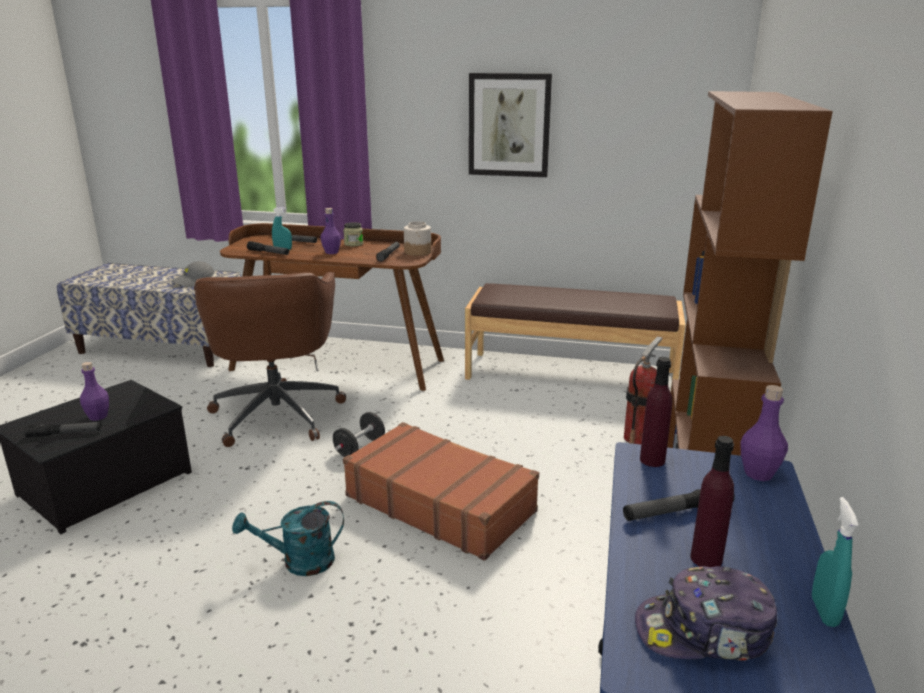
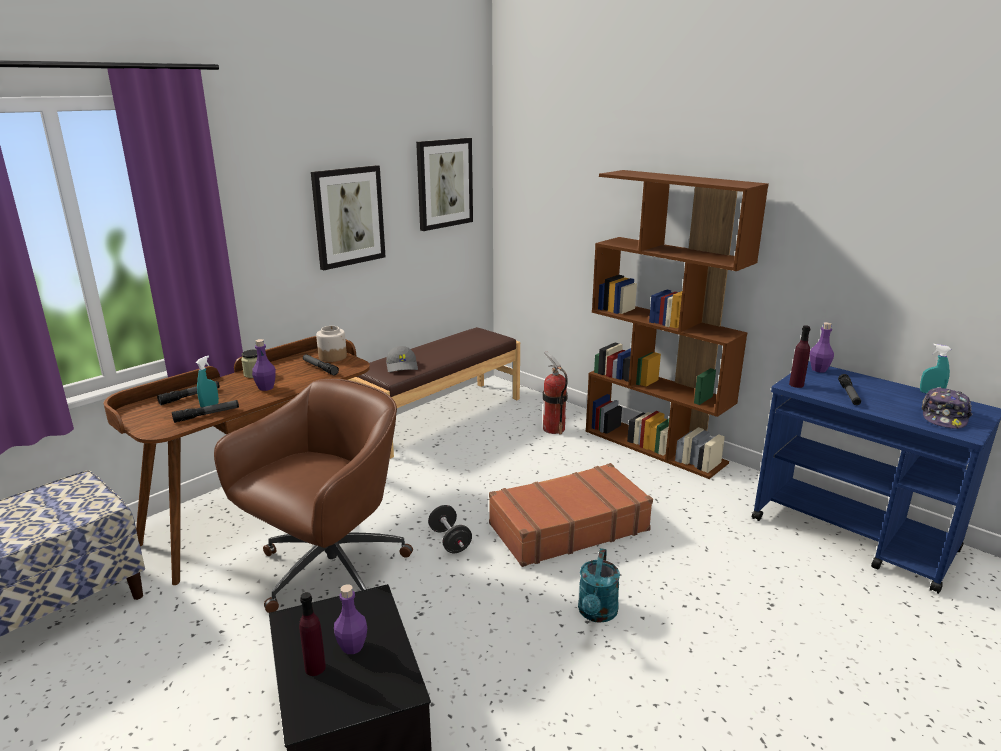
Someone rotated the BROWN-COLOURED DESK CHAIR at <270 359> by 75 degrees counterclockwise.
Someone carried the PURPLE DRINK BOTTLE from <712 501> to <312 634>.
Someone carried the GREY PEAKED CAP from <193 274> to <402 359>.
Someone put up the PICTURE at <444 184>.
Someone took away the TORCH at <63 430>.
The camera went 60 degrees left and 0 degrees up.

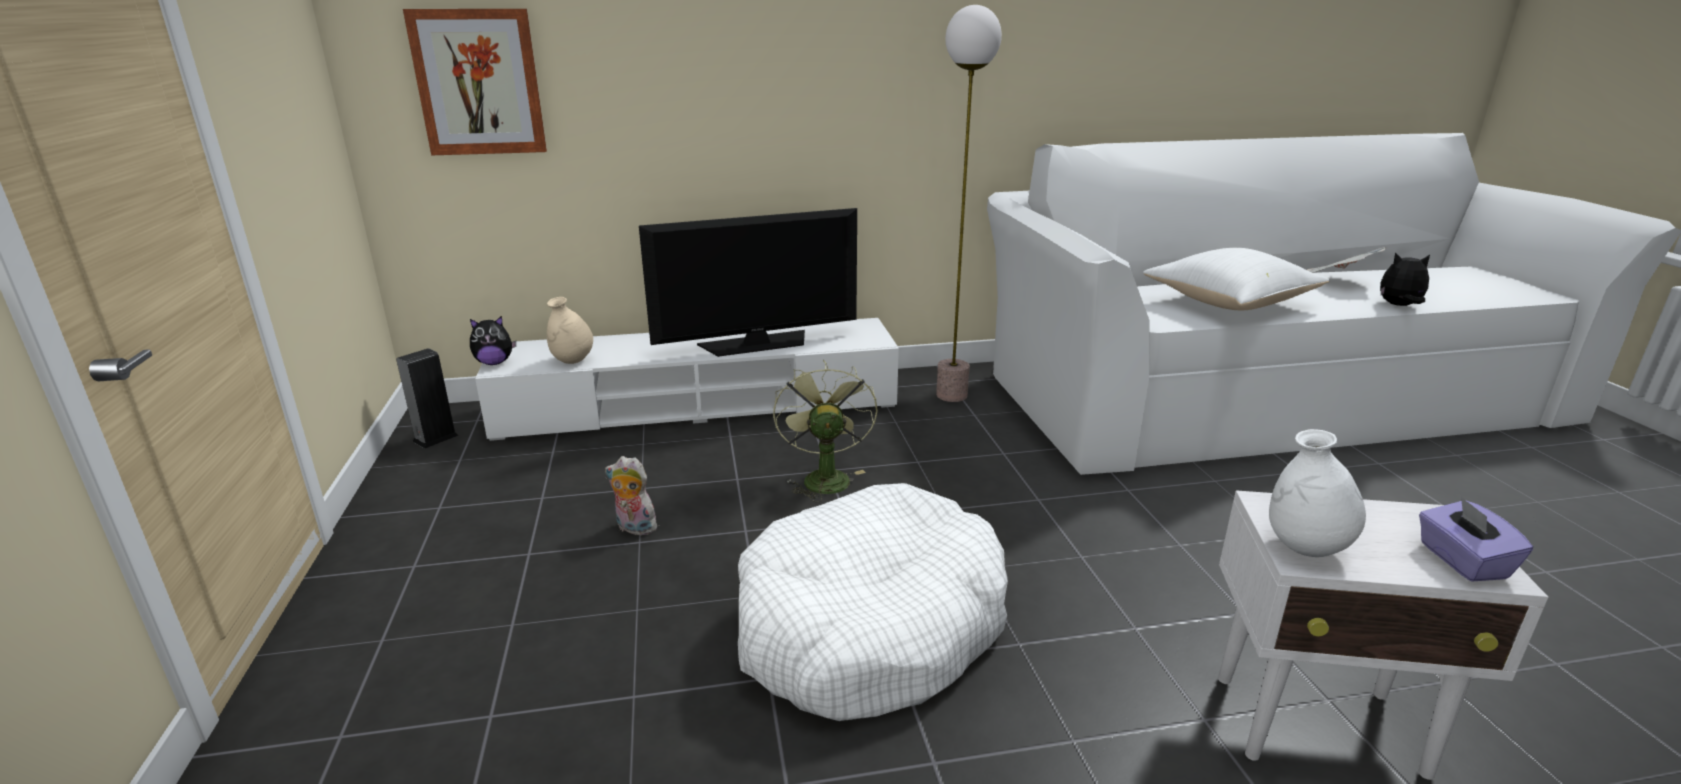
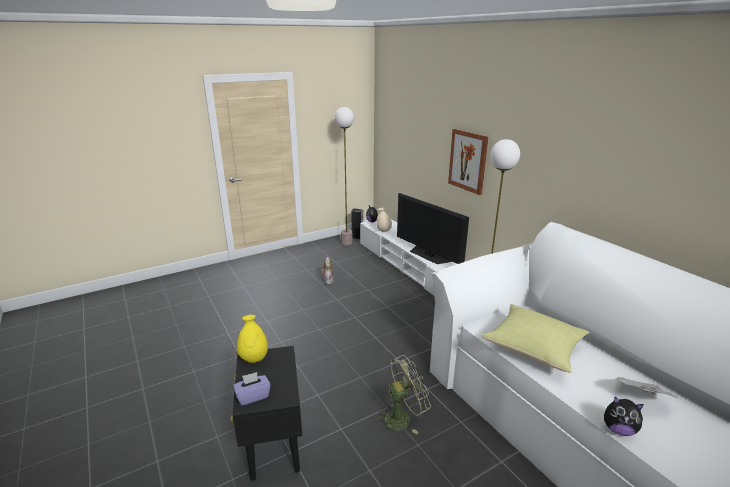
Someone repainted the WHITE-COLOURED ACCENT TABLE at <1383 635>, which became the BLACKISH ACCENT TABLE at <266 413>.
Someone repainted the WHITE-COLOURED VASE at <1317 493>, which became the YELLOWISH VASE at <252 339>.
Someone put down the FLOOR LAMP at <344 176>.
Someone carried the GREEN-COLOURED COOLING FAN from <825 431> to <403 394>.
Someone carried the PICTURE from <475 82> to <468 162>.
Someone repainted the WHITE-COLOURED THROW PILLOW at <1236 279>, which became the YELLOWISH THROW PILLOW at <536 338>.
Someone rotated the SOFT TOY at <1405 279> by 120 degrees clockwise.
Someone took away the WHITE-COLOURED PET BED at <873 602>.
The camera went 70 degrees right and 0 degrees up.

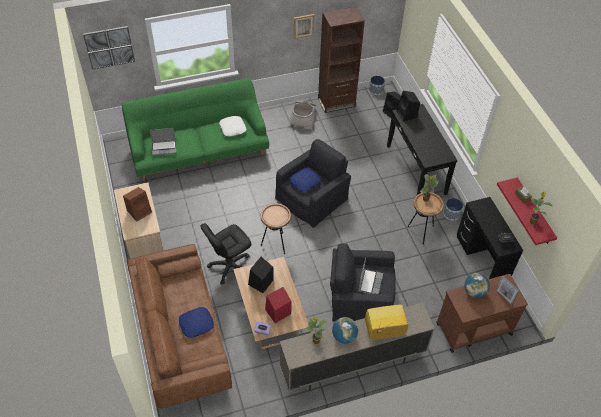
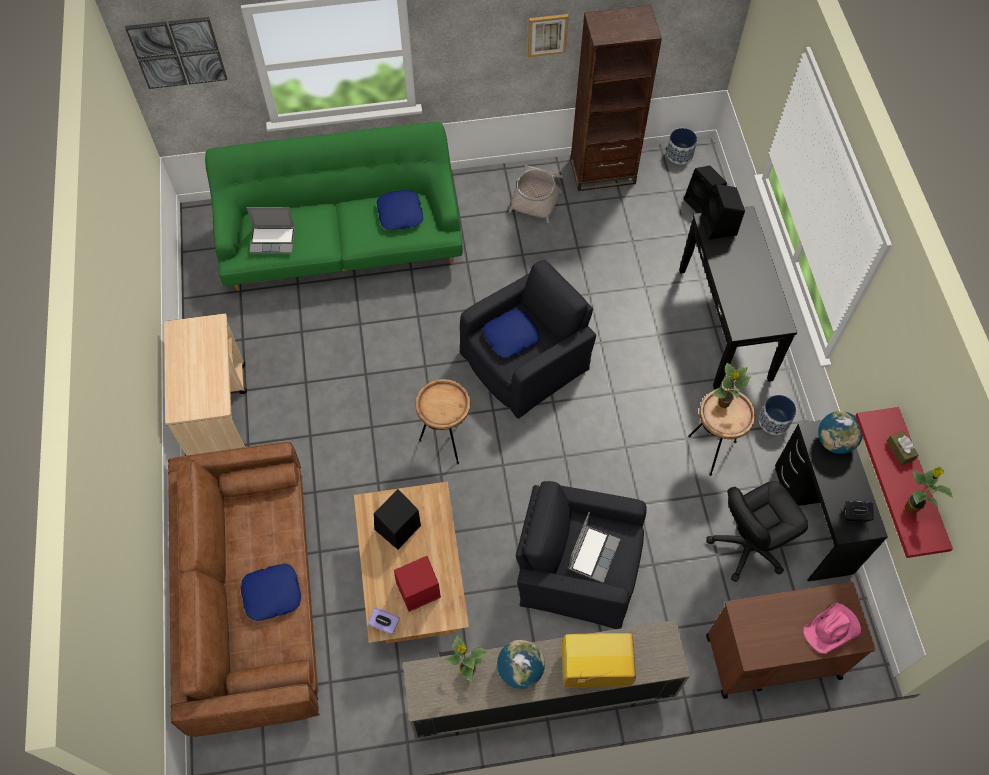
Someone repainted the WHITE-COLOURED THROW PILLOW at <233 126>, which became the BLUE THROW PILLOW at <399 210>.
Someone carried the BLACKISH DESK CHAIR from <225 254> to <757 531>.
Someone swapped the STANDING FRAME at <507 290> for the PINKISH WEARABLE HAT at <832 628>.
Someone carried the WORLD GLOBE from <477 285> to <840 432>.
Someone took away the BROWN-COLOURED SPEAKER at <137 204>.
The camera went 10 degrees right and 10 degrees up.

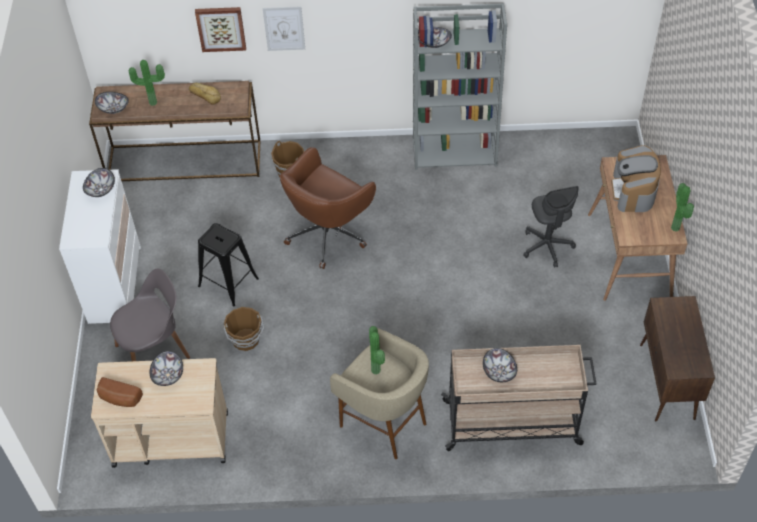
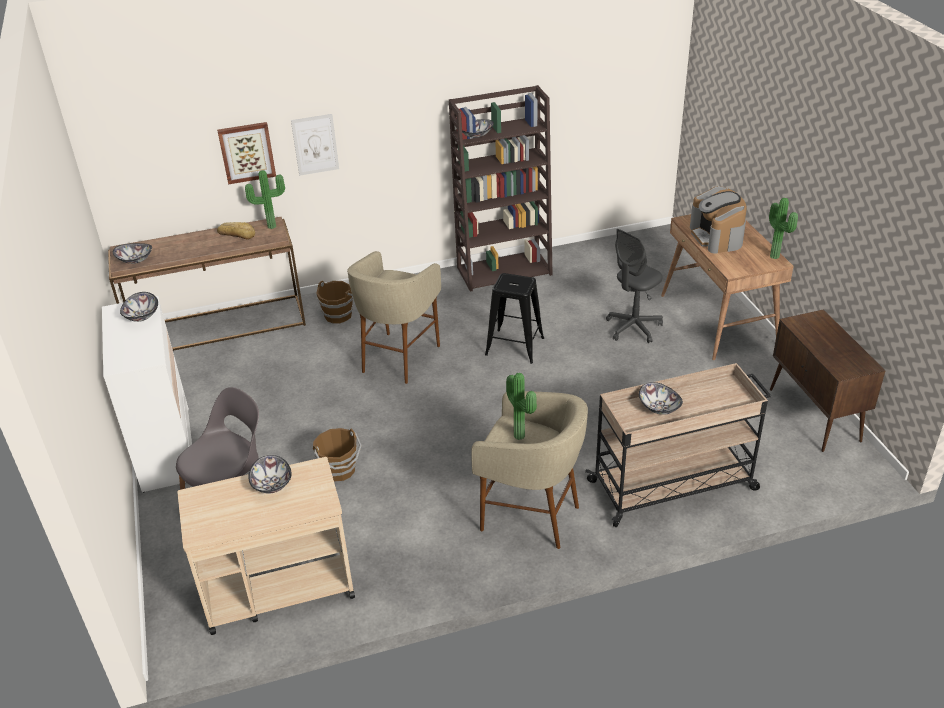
Someone carried the POTTED PLANT from <147 83> to <265 199>.
Someone swapped the BROWN-COLOURED DESK CHAIR at <328 208> for the BEIGE SITTING STOOL at <394 317>.
Someone repainted the GREY BOOKSHELF at <460 86>, which became the BROWN-COLOURED BOOKSHELF at <501 188>.
Someone carried the BLACKISH SITTING STOOL from <228 264> to <514 318>.
Someone rotated the GREY DESK CHAIR at <550 227> by 75 degrees clockwise.
Someone took away the BAKERY BREAD at <119 392>.
The camera went 15 degrees left and 15 degrees down.

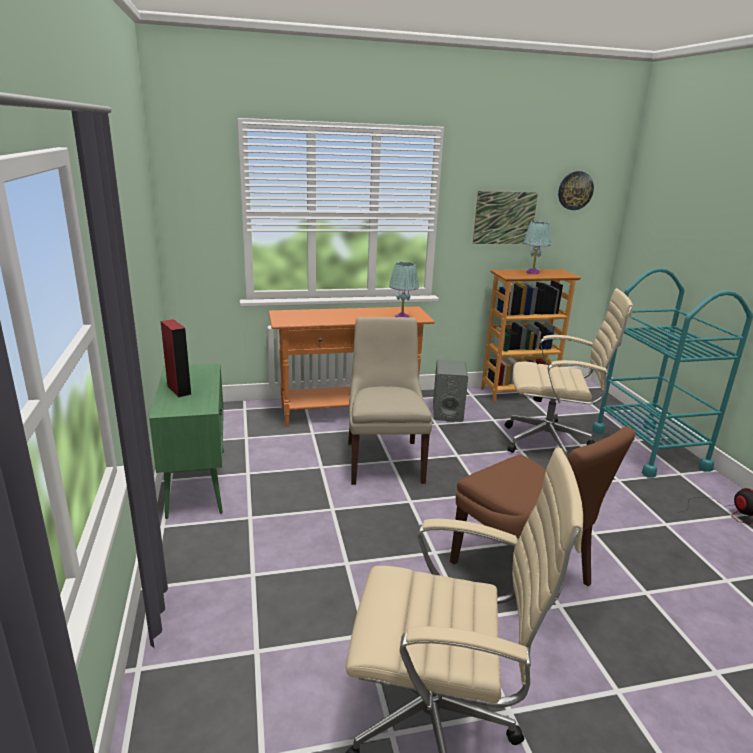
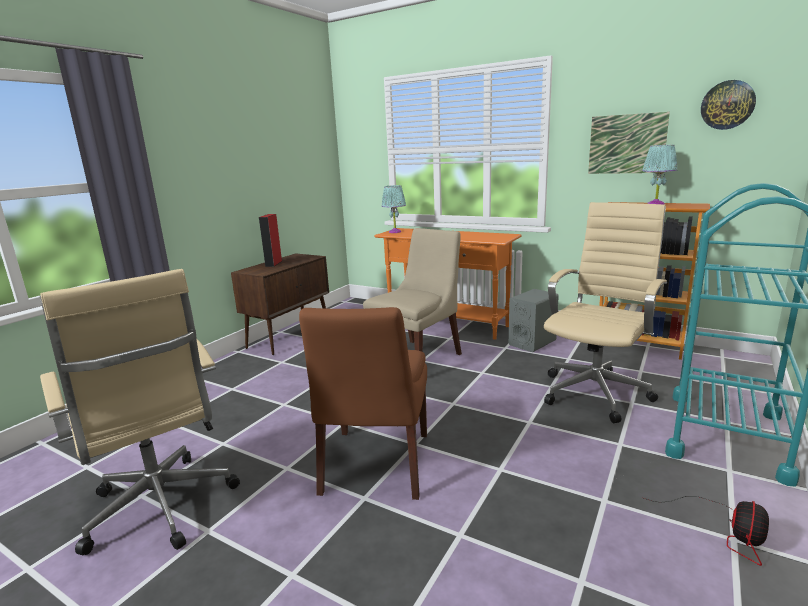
Someone repainted the GREEN-COLOURED CUPBOARD at <186 441>, which became the BROWN-COLOURED CUPBOARD at <280 304>.
Someone carried the TURQUOISE-COLOURED TABLETOP LAMP from <404 289> to <394 209>.
Someone rotated the BEIGE DESK CHAIR at <569 372> by 105 degrees counterclockwise.
The camera went 45 degrees right and 5 degrees down.

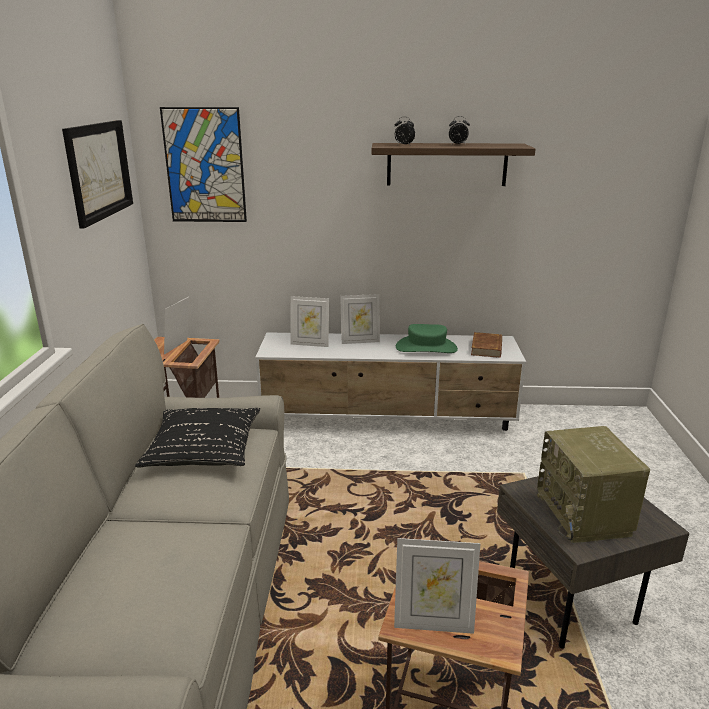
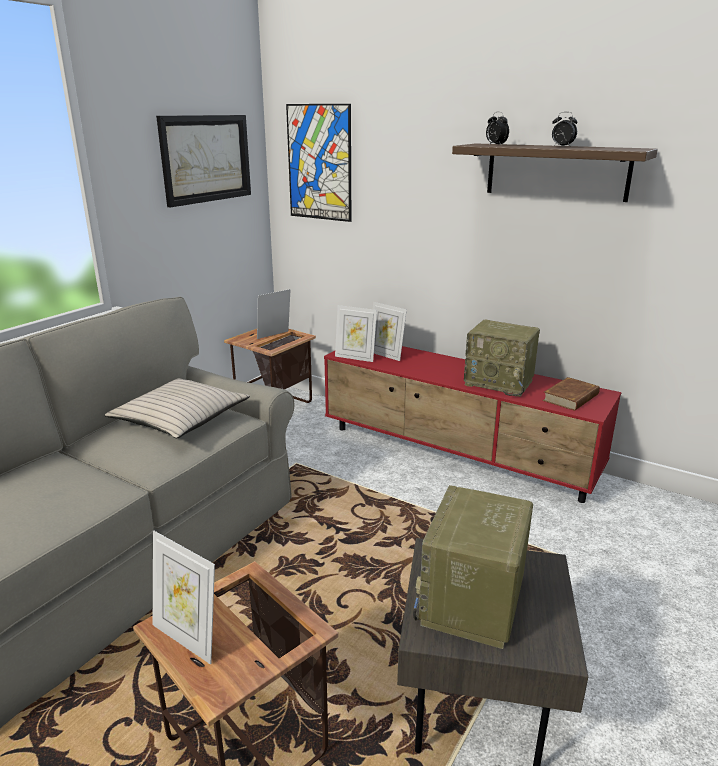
Someone repainted the BLACKISH THROW PILLOW at <197 437>, which became the BEIGE THROW PILLOW at <177 408>.
Someone repainted the WHITE-COLOURED TV UNIT at <390 381>, which became the REDDISH TV UNIT at <473 424>.
Someone carried the STANDING FRAME from <360 319> to <356 333>.
Someone swapped the GREEN-COLOURED WEARABLE HAT at <427 338> for the RADIO at <502 358>.
The camera went 30 degrees right and 0 degrees up.

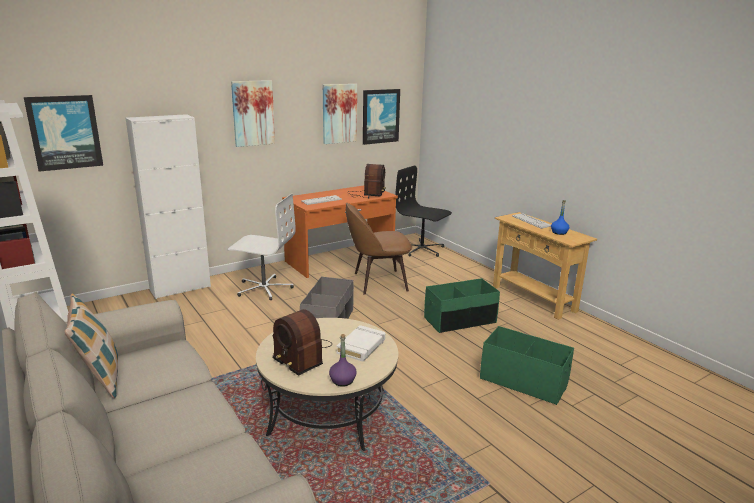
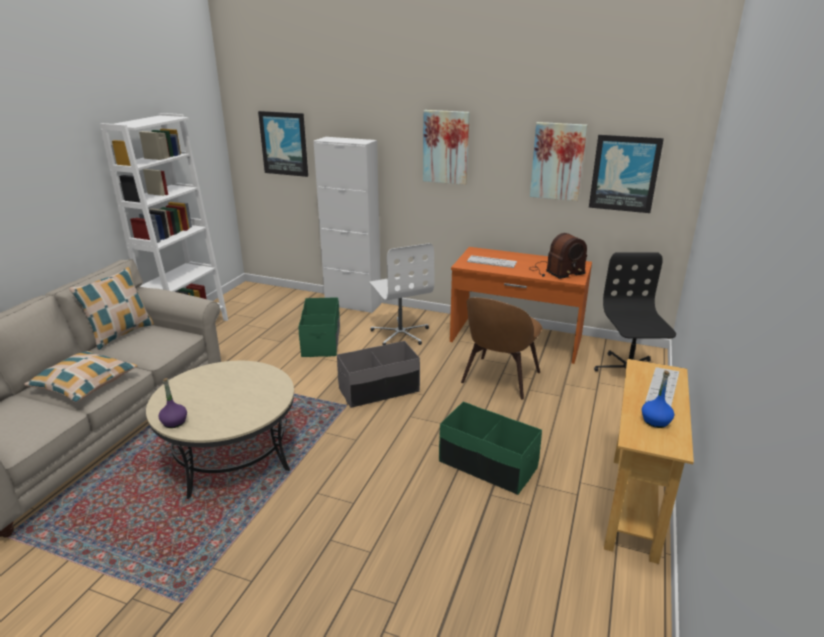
Someone put down the THROW PILLOW at <80 376>.
Someone carried the GREEN-COLOURED STORAGE BOX from <527 365> to <319 327>.
Someone rotated the BROWN-COLOURED UPRIGHT CHAIR at <379 249> by 105 degrees counterclockwise.
Someone took away the RADIO at <301 342>.
Someone took away the WHITE-COLOURED BOOK at <360 343>.
The camera went 55 degrees right and 5 degrees up.

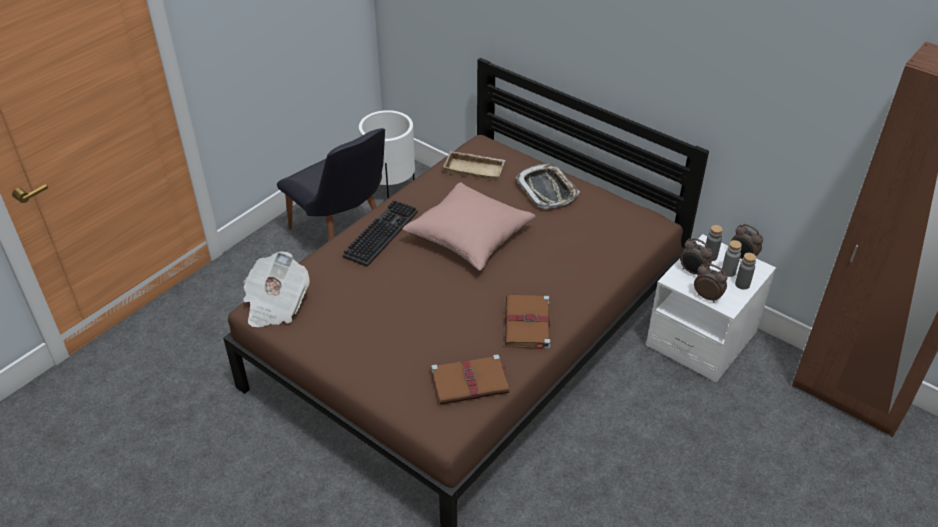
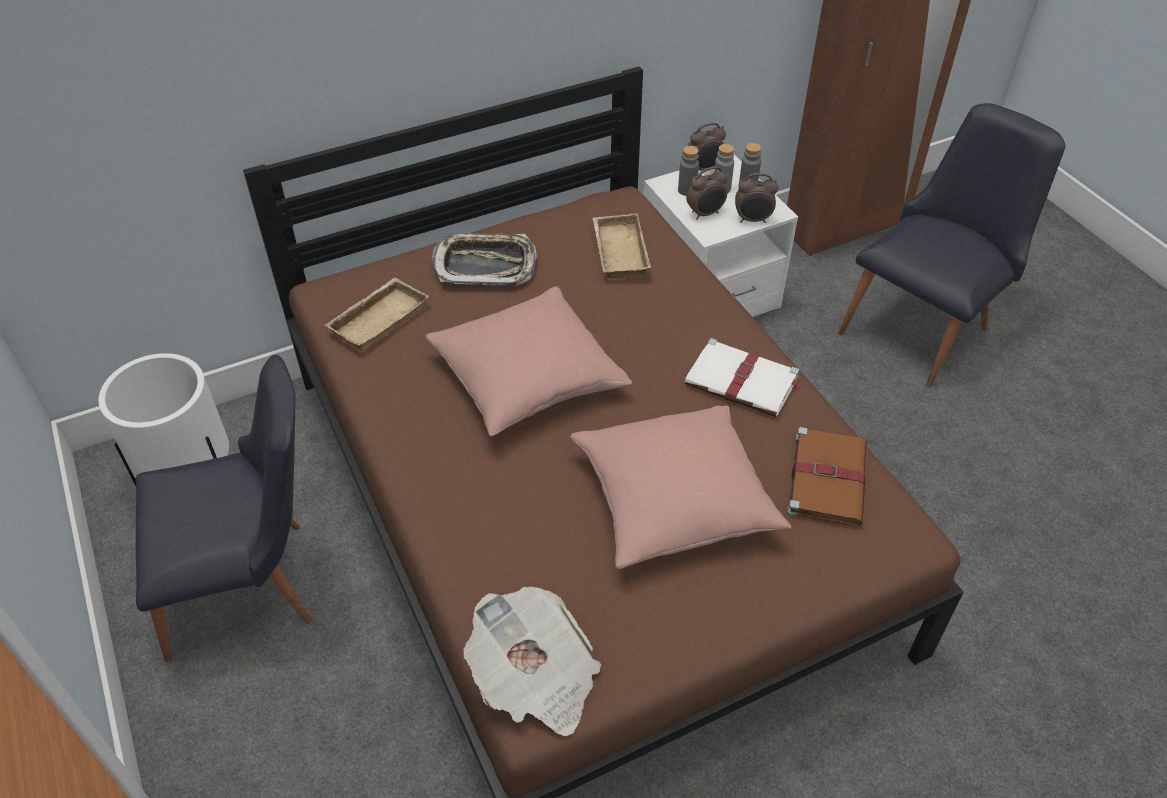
Someone put down the PINKISH THROW PILLOW at <680 487>.
Someone put down the BEIGE SERVING TRAY at <622 245>.
Someone repainted the BROWN-COLOURED BOOK at <527 324>, which became the WHITE-COLOURED BOOK at <743 377>.
Someone rotated the BEDSIDE CLOCK at <710 283> by 150 degrees counterclockwise.
Someone put down the BLACKISH UPRIGHT CHAIR at <951 245>.
Someone took away the COMPUTER KEYBOARD at <380 233>.
The camera went 65 degrees left and 5 degrees up.

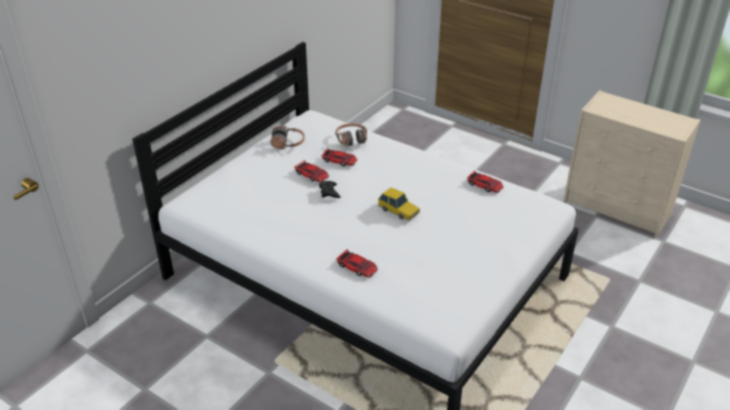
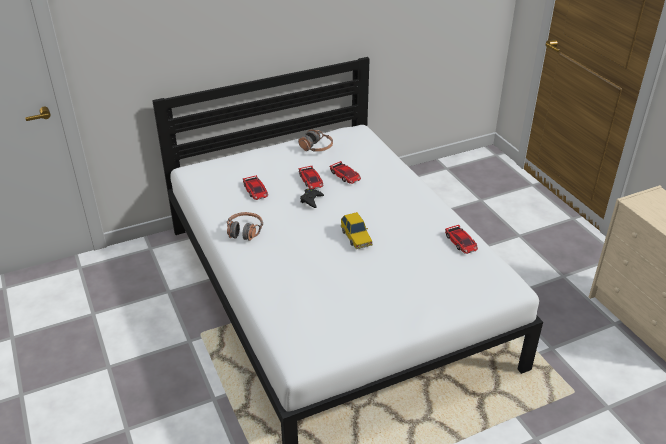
Someone carried the PAIR OF HEADPHONES from <351 135> to <245 226>.
Someone carried the MINIATURE CAR from <357 263> to <255 187>.
The camera went 30 degrees right and 0 degrees up.

